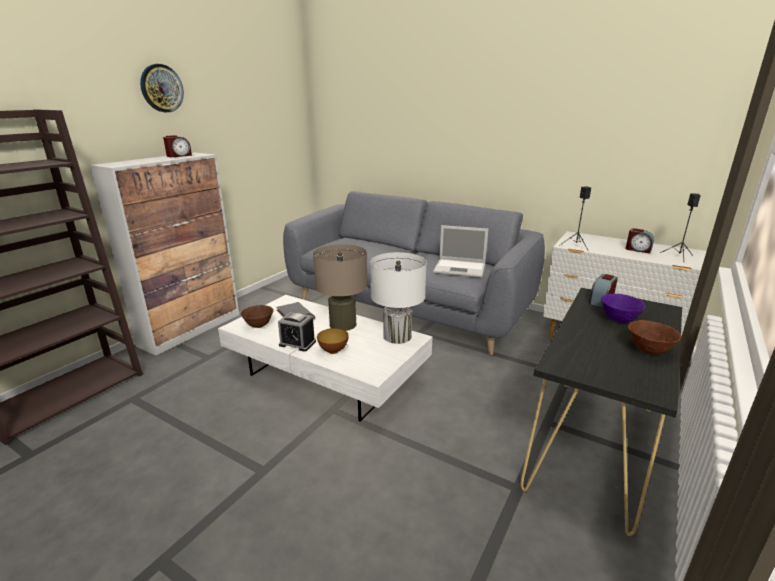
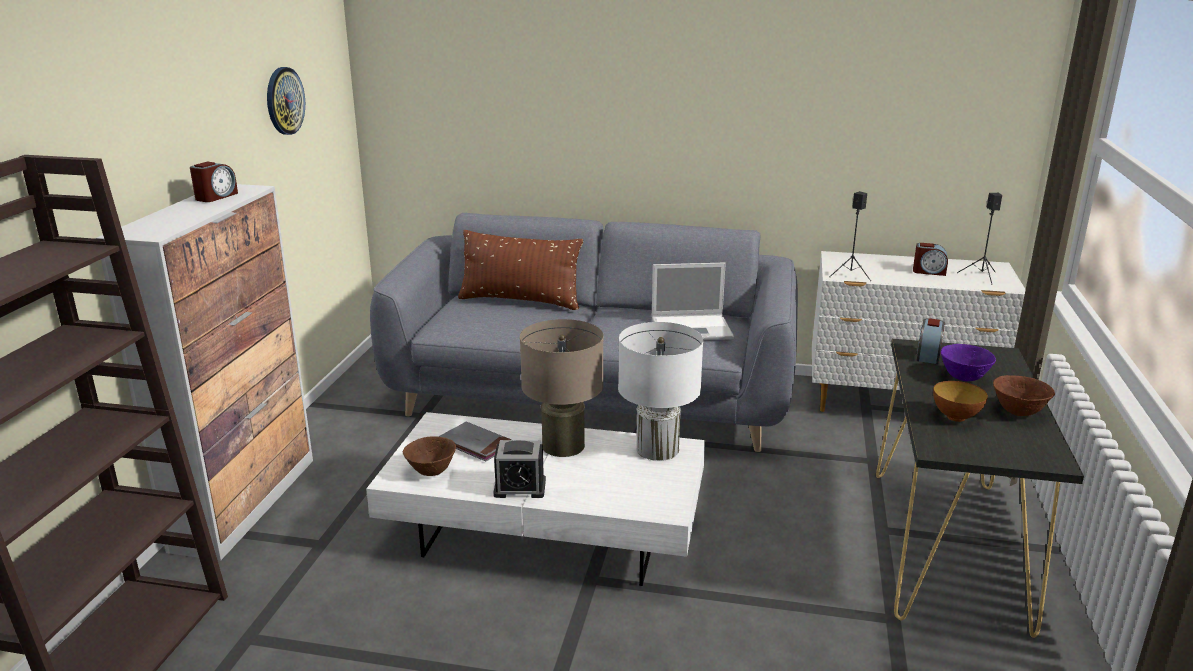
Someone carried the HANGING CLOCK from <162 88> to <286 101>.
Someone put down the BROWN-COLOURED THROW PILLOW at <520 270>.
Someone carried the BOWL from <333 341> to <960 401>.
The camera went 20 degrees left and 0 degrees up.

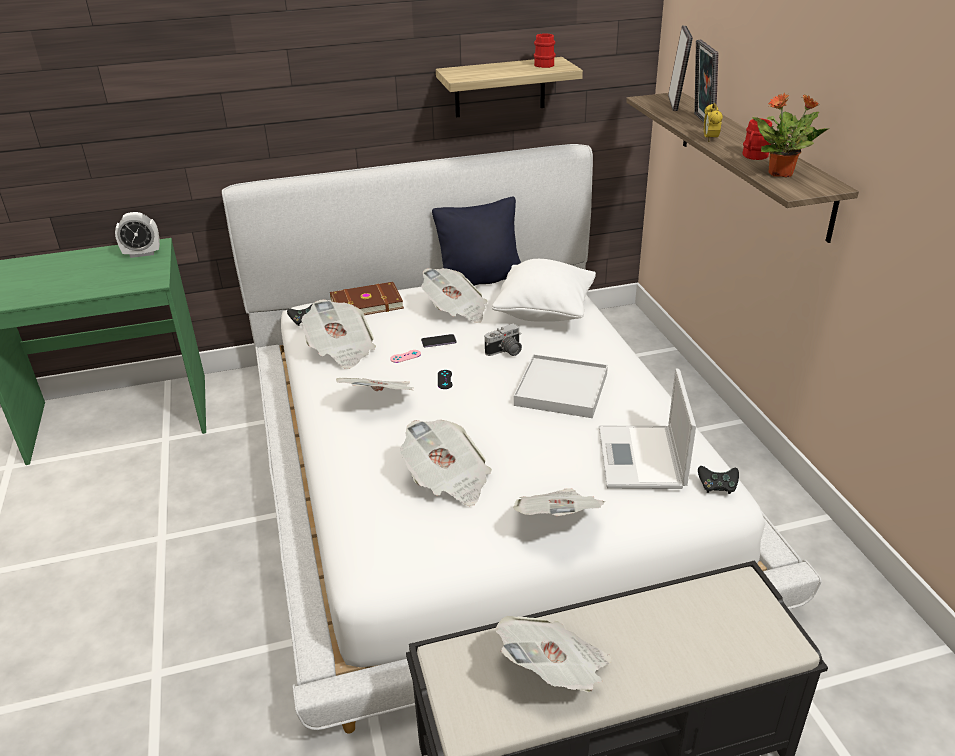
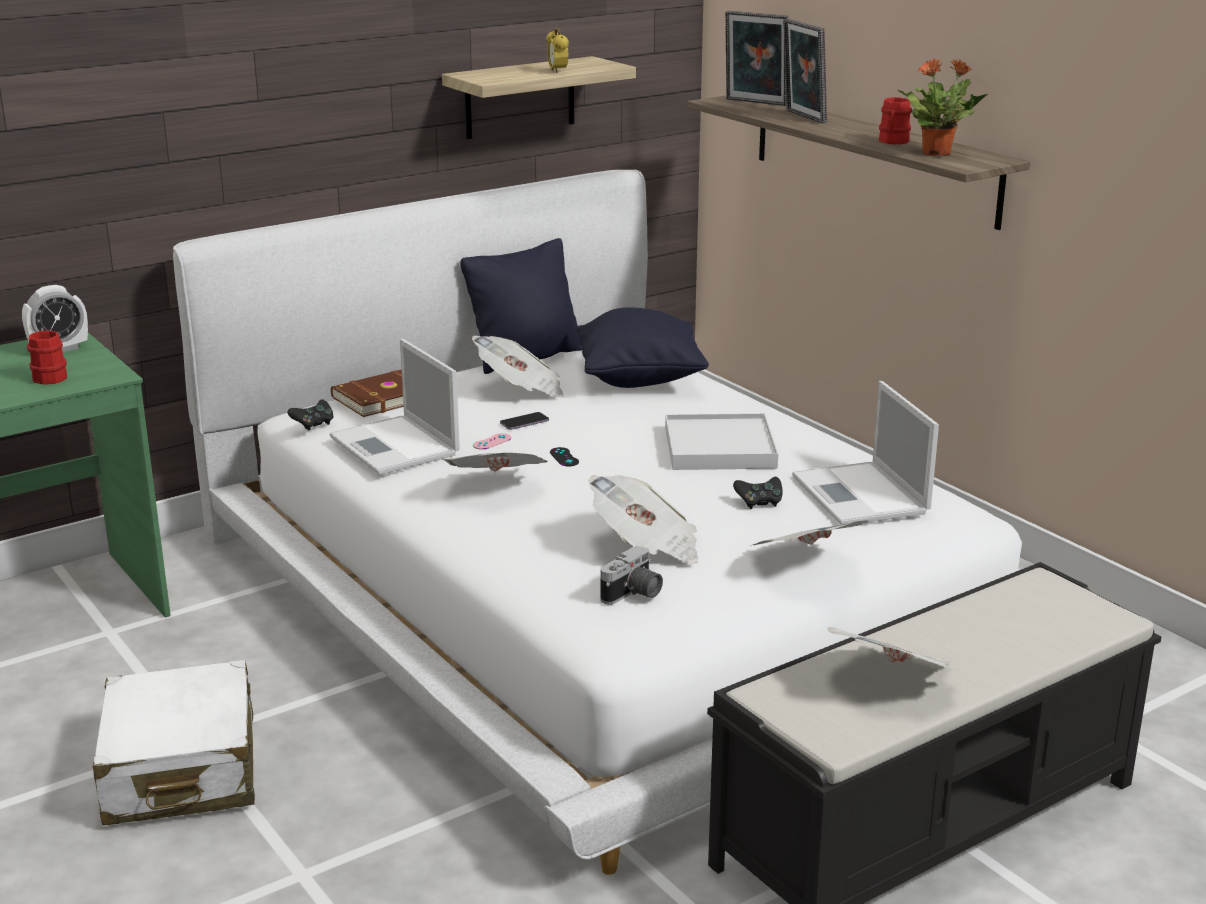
Someone carried the REDDISH MUG from <545 50> to <47 358>.
Someone put down the WHITE-COLOURED SUITCASE at <174 742>.
Someone swapped the PRINTED PAPER at <338 334> for the NOTEBOOK COMPUTER at <395 407>.
Someone carried the BEDSIDE CLOCK from <713 122> to <557 50>.
Someone repainted the WHITE-COLOURED THROW PILLOW at <544 290>, which became the BLACKISH THROW PILLOW at <642 347>.
Someone carried the PHOTO CAMERA from <503 340> to <631 575>.
Someone rotated the STANDING FRAME at <680 68> by 135 degrees clockwise.
Someone carried the BLACKISH GAME CONTROLLER from <718 480> to <757 493>.
The camera went 20 degrees left and 10 degrees down.

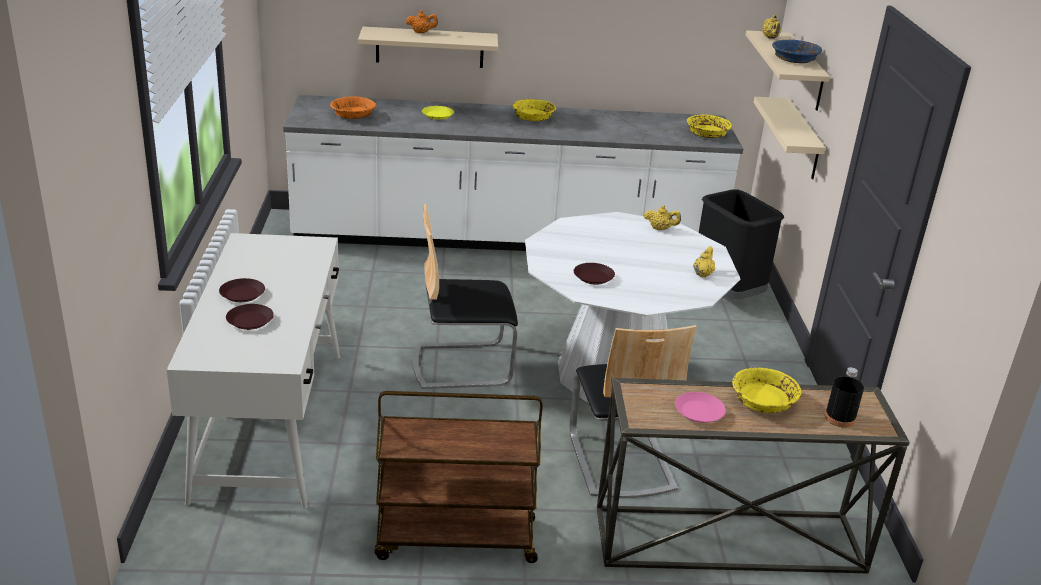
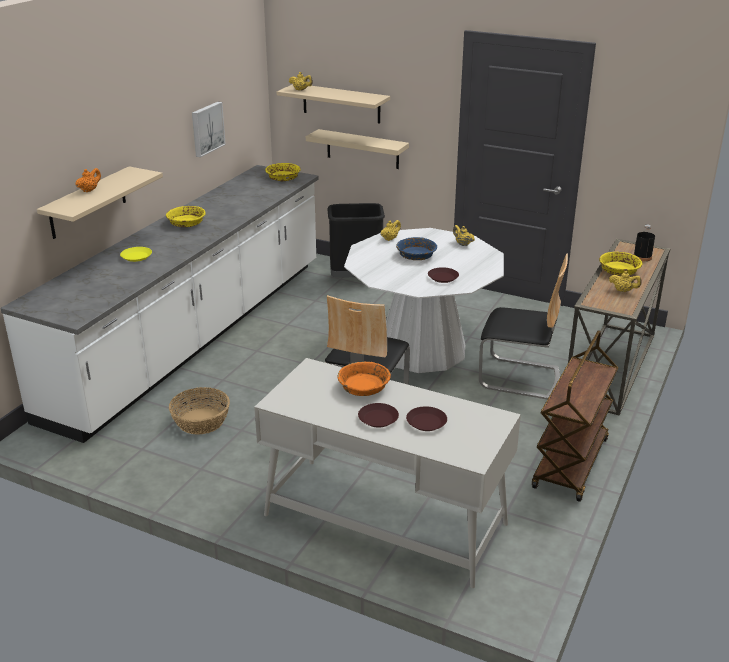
Someone put down the STORAGE BASKET at <199 411>.
Someone put up the PICTURE at <209 129>.
Someone carried the ORANGE BOWL from <353 107> to <364 379>.
Someone carried the BLUE BOWL from <797 51> to <416 248>.
Someone swapped the PINKISH FLAT DISH at <700 407> for the YELLOWISH TEAPOT at <625 281>.
The camera went 60 degrees left and 0 degrees up.

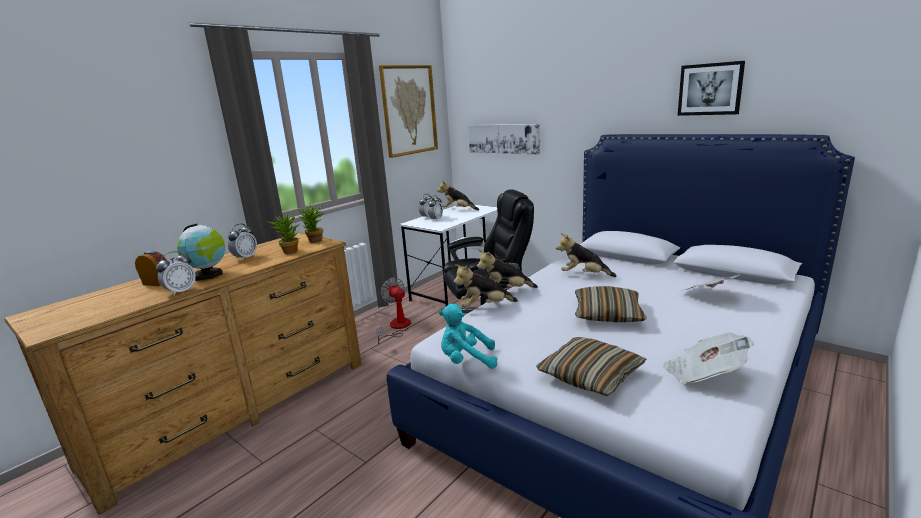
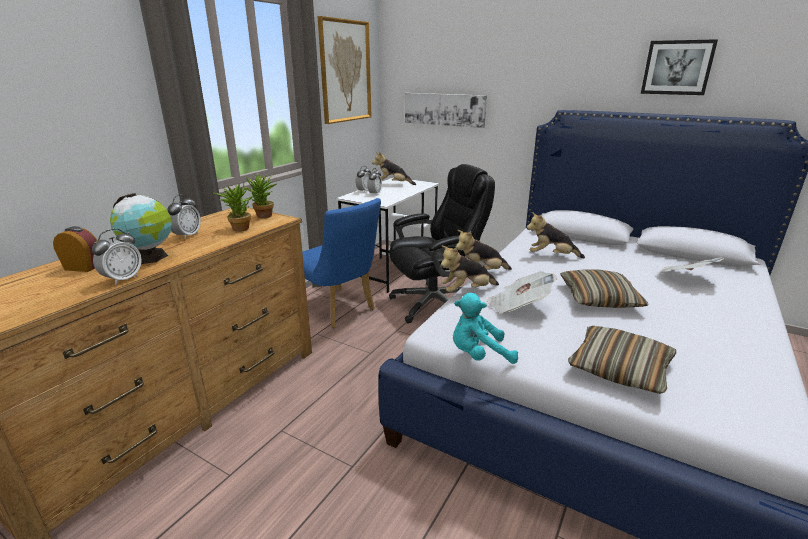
Someone swapped the COOLING FAN at <393 311> for the BLUE UPRIGHT CHAIR at <341 263>.
Someone carried the PRINTED PAPER from <708 358> to <522 292>.
The camera went 10 degrees left and 5 degrees up.

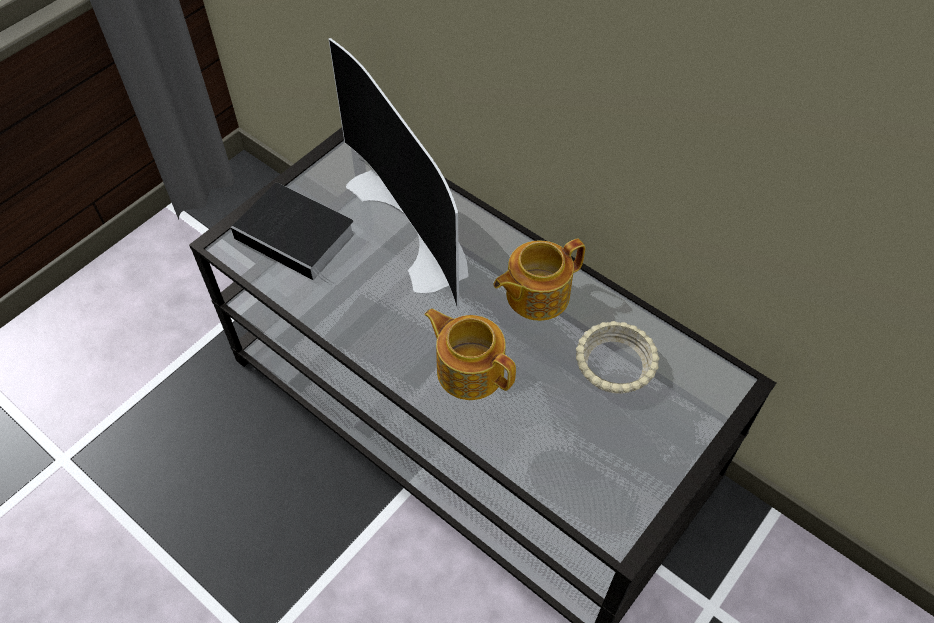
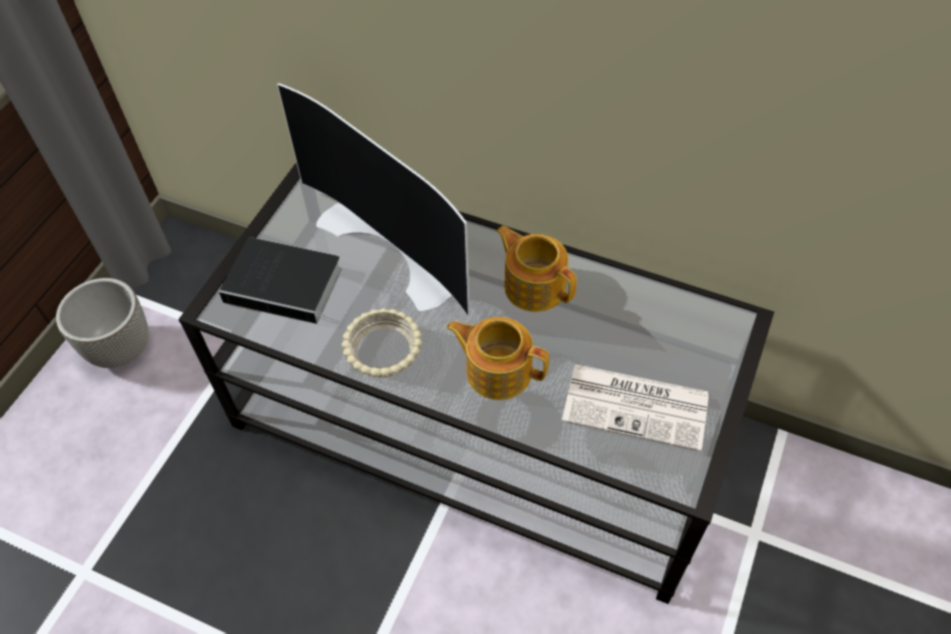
Someone put down the PLANTER at <102 323>.
Someone carried the BEIGE BOWL from <618 357> to <382 342>.
Someone rotated the TEAPOT at <539 280> by 90 degrees clockwise.
Someone put down the PRINTED PAPER at <635 408>.
The camera went 15 degrees left and 0 degrees up.

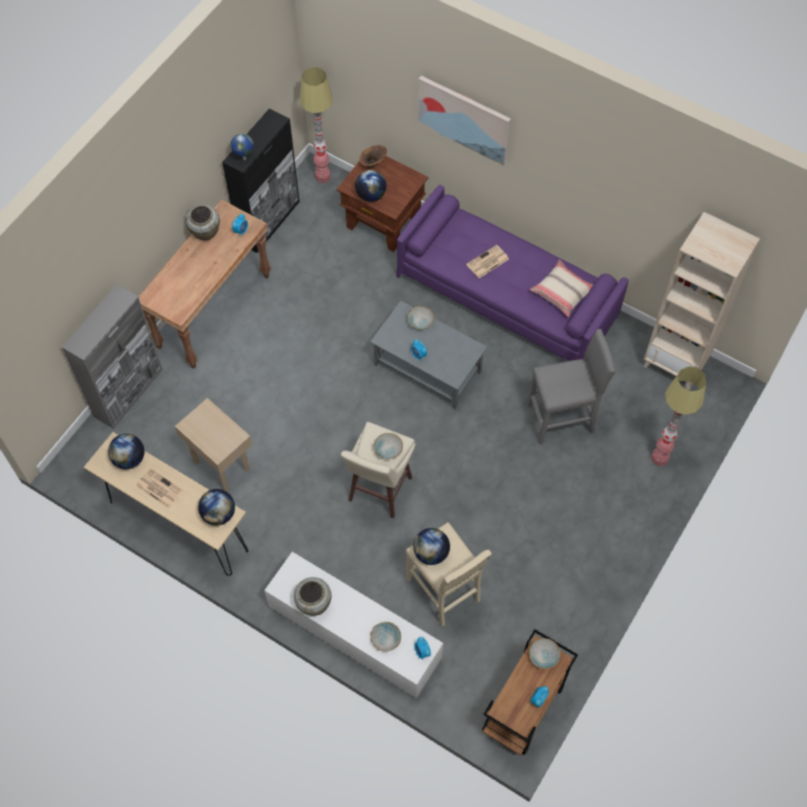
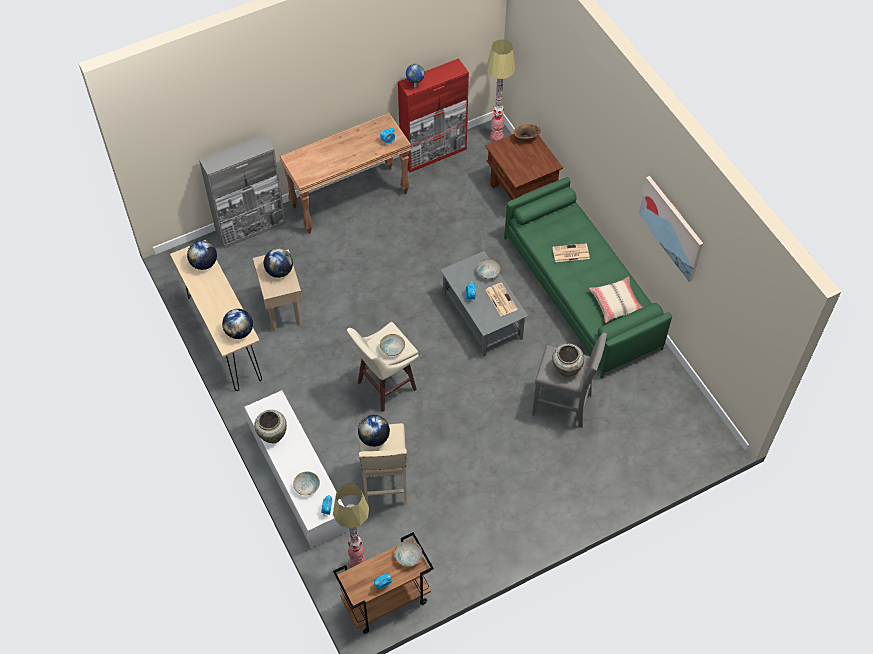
Someone carried the WORLD GLOBE from <371 186> to <278 263>.
Someone carried the FLOOR LAMP from <678 416> to <351 525>.
Someone repainted the BLACKISH CUPBOARD at <261 180>, which became the REDDISH CUPBOARD at <433 115>.
Someone carried the PRINTED PAPER from <160 488> to <502 299>.
Someone repainted the PURPLE SOFA at <512 273>, which became the GREEN-COLOURED SOFA at <588 278>.
Someone carried the BEIGE VASE from <202 222> to <568 360>.
Someone carried the PICTURE from <464 121> to <670 229>.
Someone took away the BEIGE BOOKSHELF at <701 301>.
The camera went 30 degrees right and 5 degrees down.

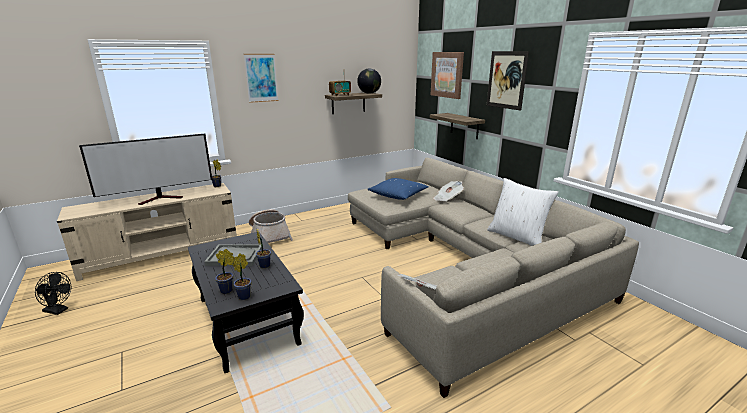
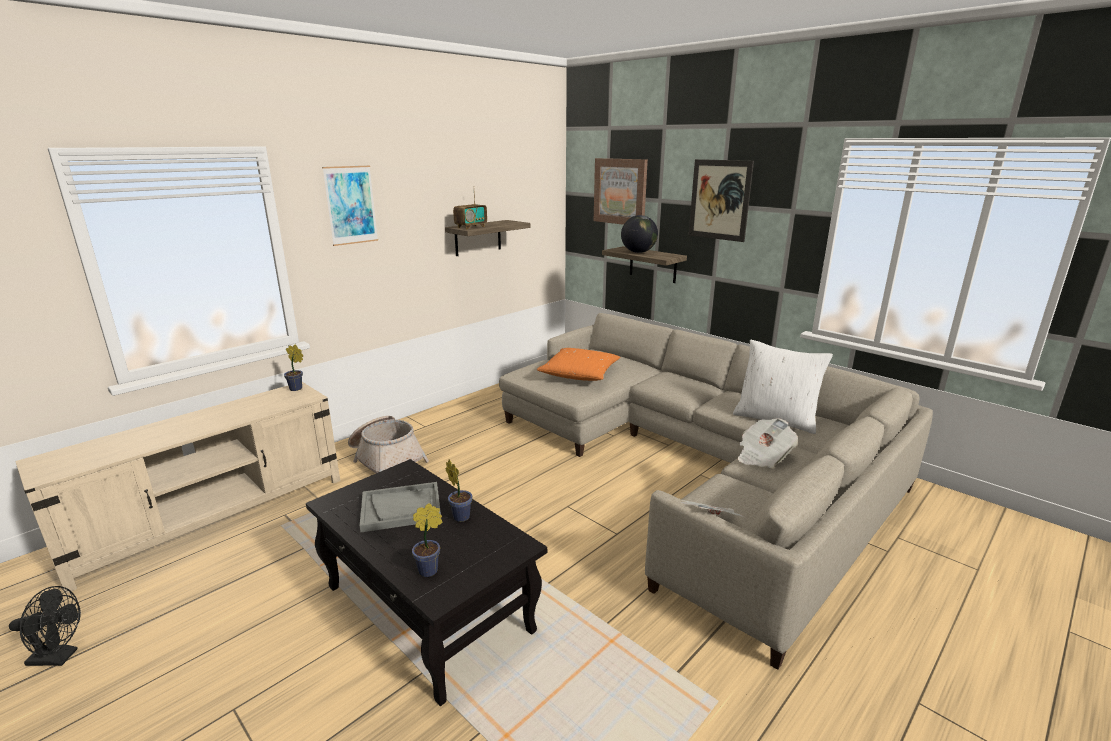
Someone repainted the BLUE THROW PILLOW at <397 189>, which became the ORANGE THROW PILLOW at <578 364>.
Someone carried the WORLD GLOBE from <369 81> to <639 234>.
Someone carried the PRINTED PAPER from <448 191> to <768 443>.
Someone took away the TV at <145 169>.
Someone took away the POTTED PLANT at <242 276>.
The camera went 15 degrees left and 0 degrees up.

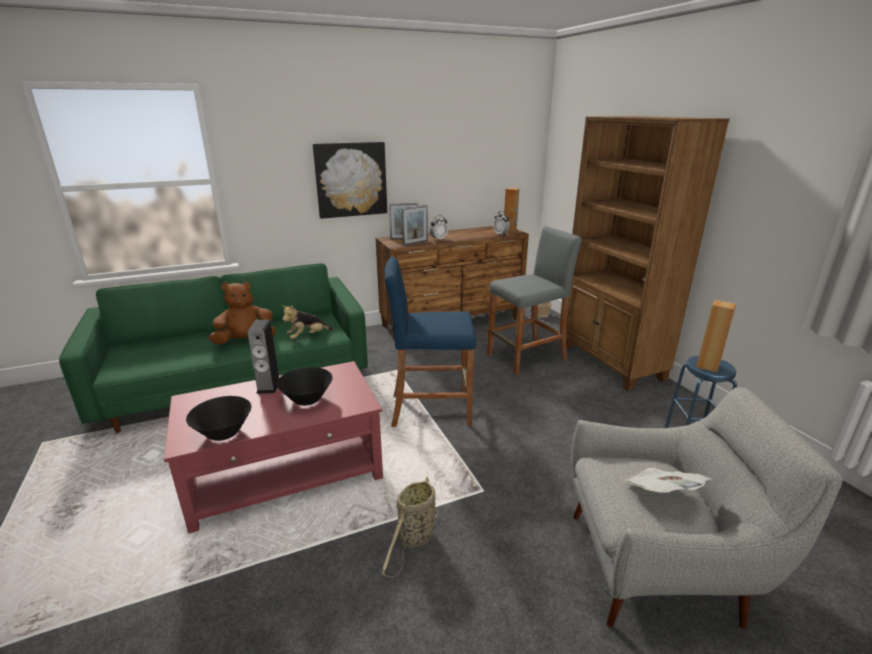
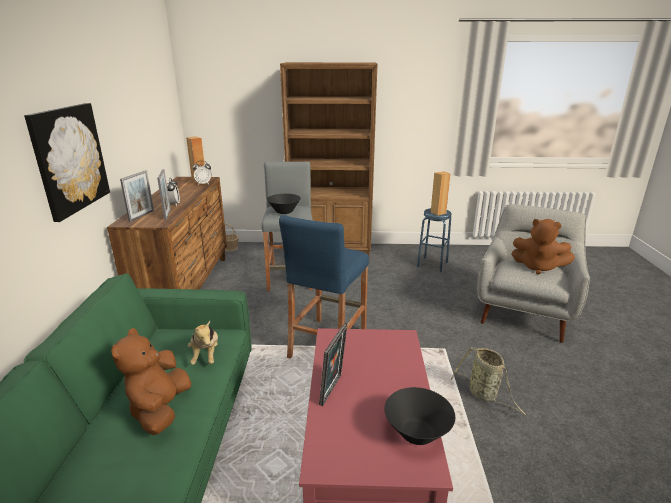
Someone carried the BLACKISH BOWL from <305 386> to <284 204>.
Someone swapped the SPEAKER at <263 357> for the STANDING FRAME at <333 365>.
Someone swapped the PRINTED PAPER at <667 480> for the BROWN-COLOURED SOFT TOY at <543 246>.
The camera went 65 degrees left and 0 degrees up.

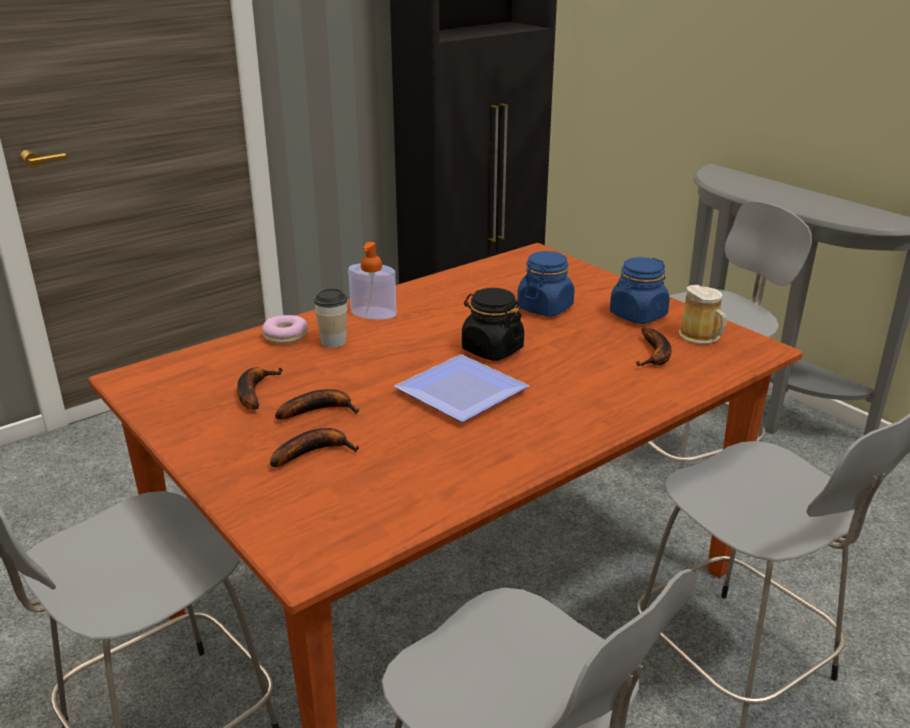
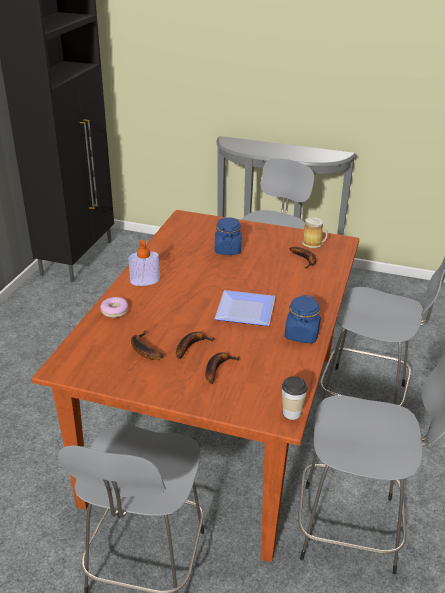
Someone carried the DRINKING CUP from <331 318> to <294 398>.
Someone carried the BLUE JAR from <640 290> to <303 319>.
Someone took away the BLACKISH JAR at <493 324>.
The camera went 35 degrees left and 5 degrees up.

